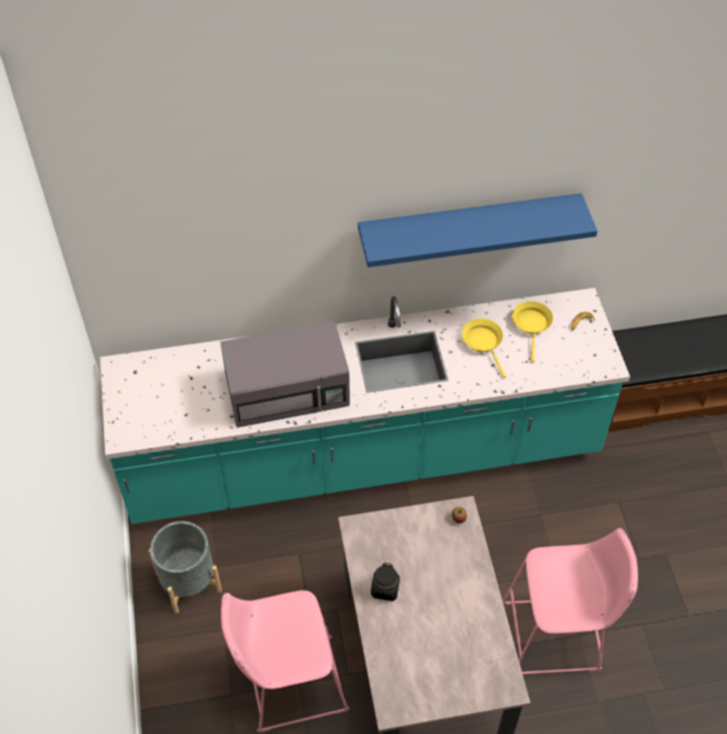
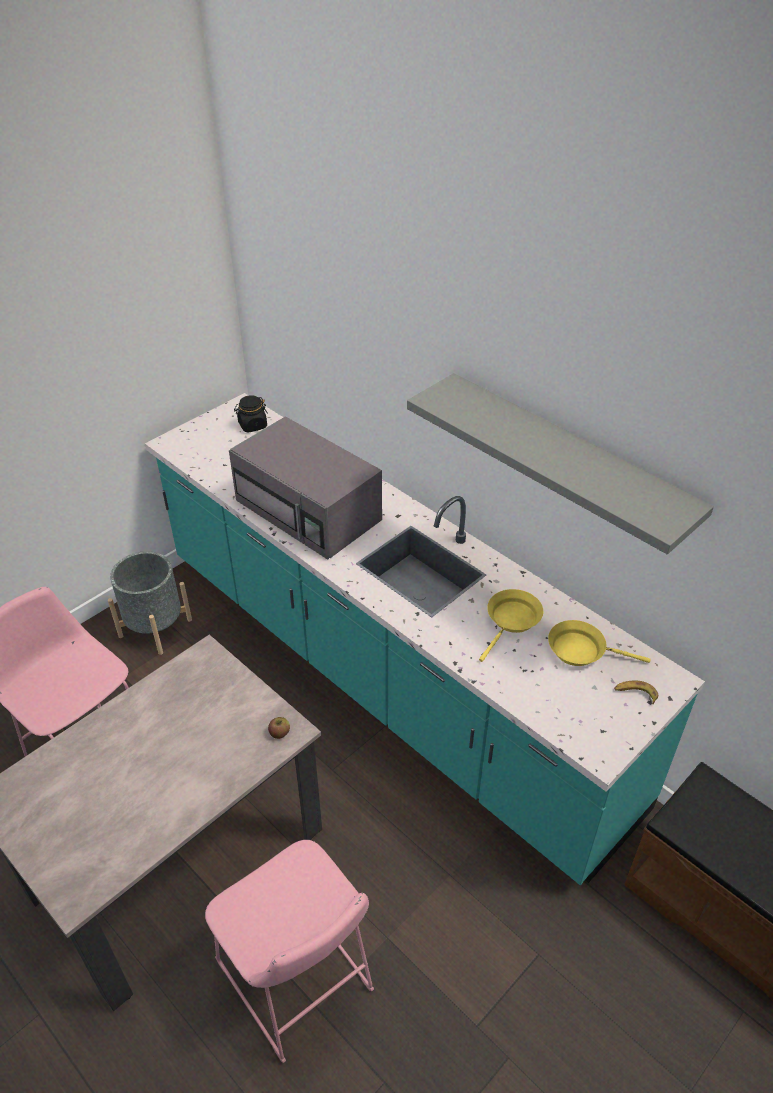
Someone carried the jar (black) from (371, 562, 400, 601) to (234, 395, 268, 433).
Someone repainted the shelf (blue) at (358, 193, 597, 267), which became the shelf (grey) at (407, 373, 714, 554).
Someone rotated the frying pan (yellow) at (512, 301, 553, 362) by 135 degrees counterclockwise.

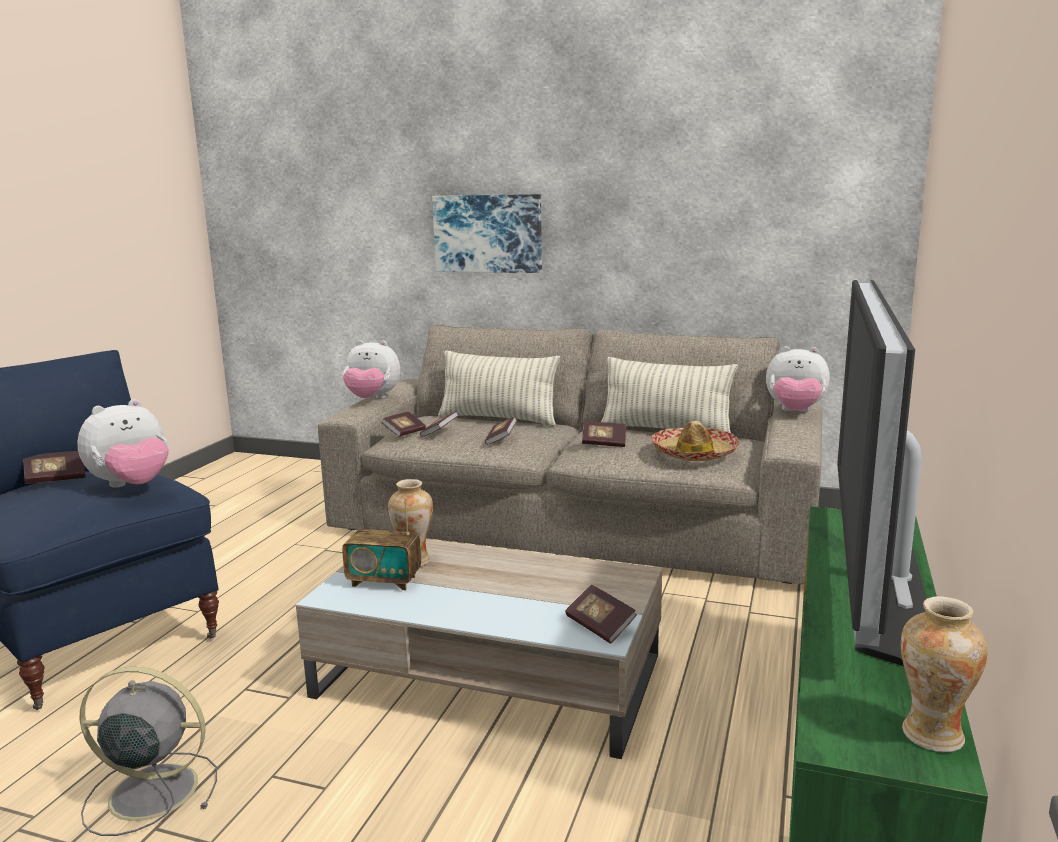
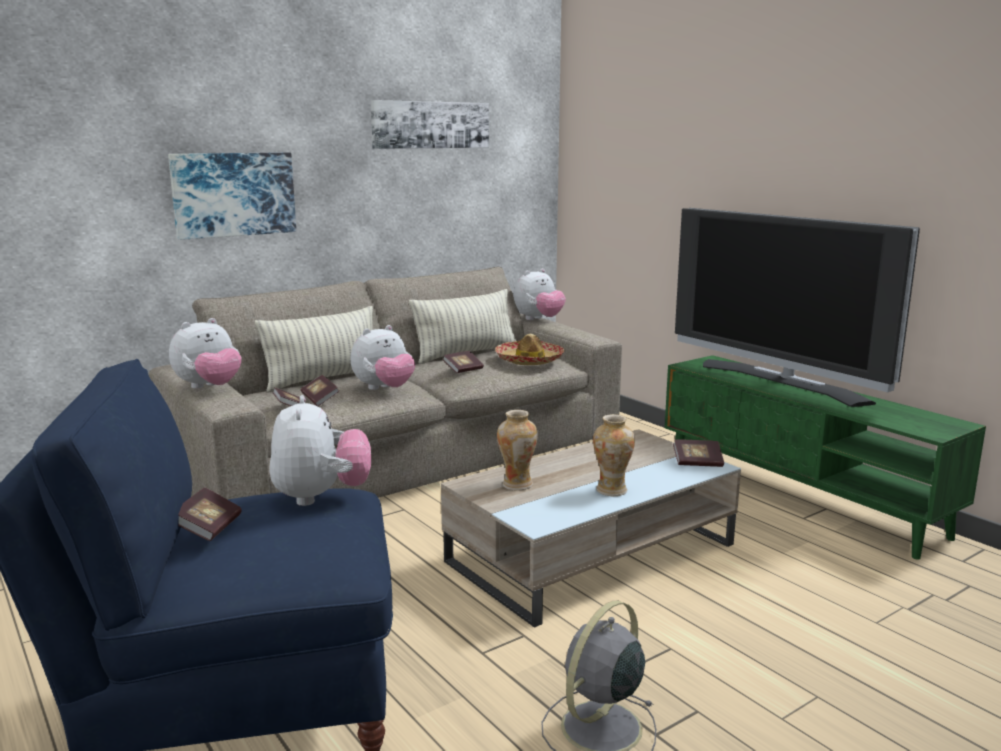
Someone took away the radio at (342, 497, 421, 590).
Someone put up the picture at (370, 100, 489, 149).
Someone carried the vase from (901, 596, 988, 752) to (593, 414, 635, 496).
Someone swapped the book at (485, 416, 517, 445) for the plush toy at (351, 325, 415, 390).

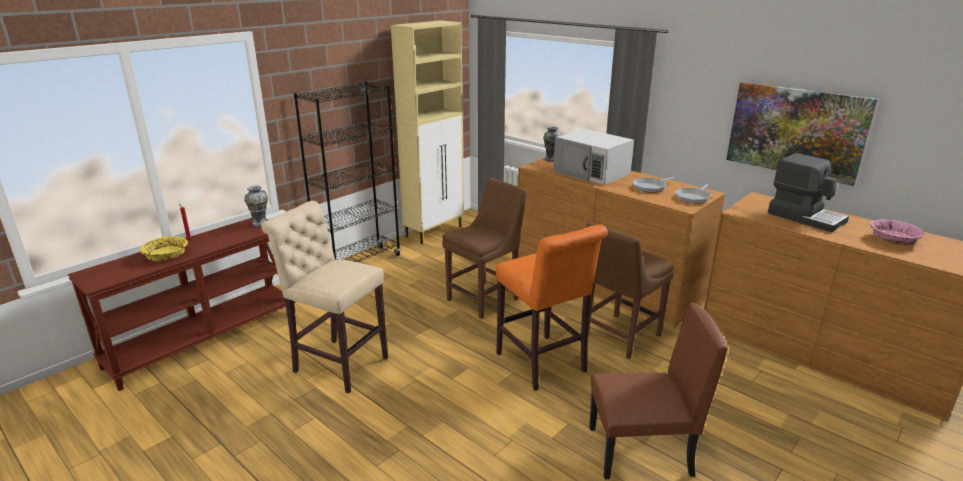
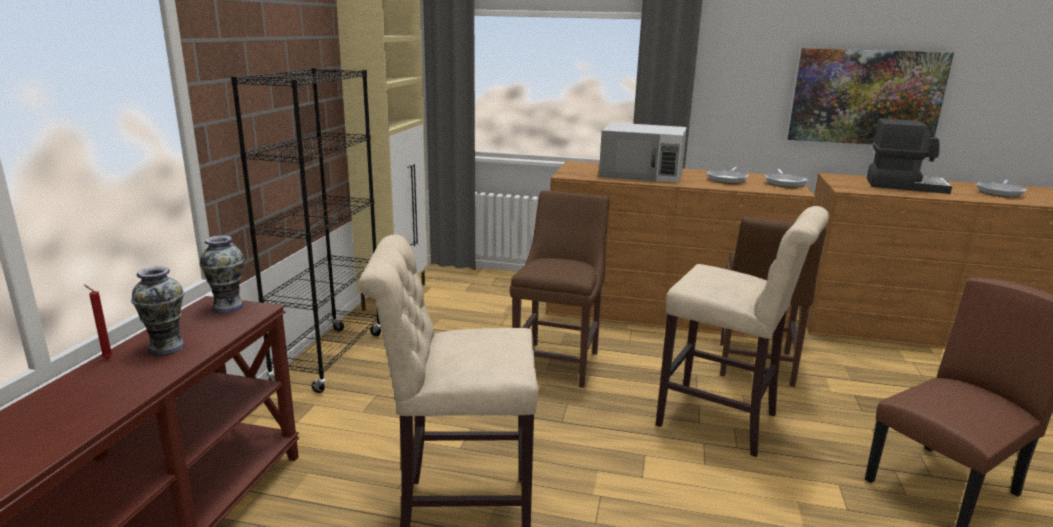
Someone took away the bowl (yellow) at (140, 236, 188, 261).
Someone carried the vase from (543, 126, 561, 162) to (131, 266, 185, 356).
Someone swapped the bowl (pink) at (870, 220, 923, 245) for the frying pan at (977, 180, 1027, 197).
Someone repainted the stool (orange) at (496, 225, 608, 391), which became the stool (beige) at (656, 206, 829, 457).

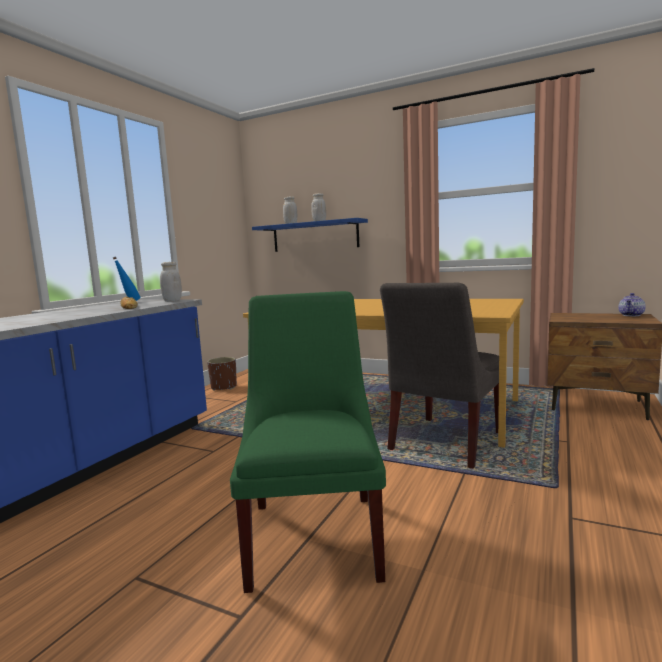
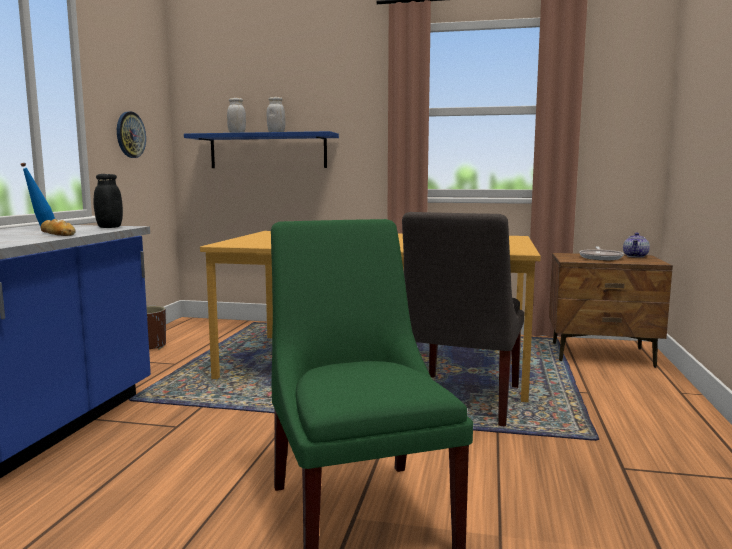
Someone put up the wall clock at (117, 111, 146, 158).
Someone put down the frying pan at (580, 246, 624, 260).
Someone repainted the jar (white) at (160, 262, 182, 302), which became the jar (black) at (94, 174, 123, 228).

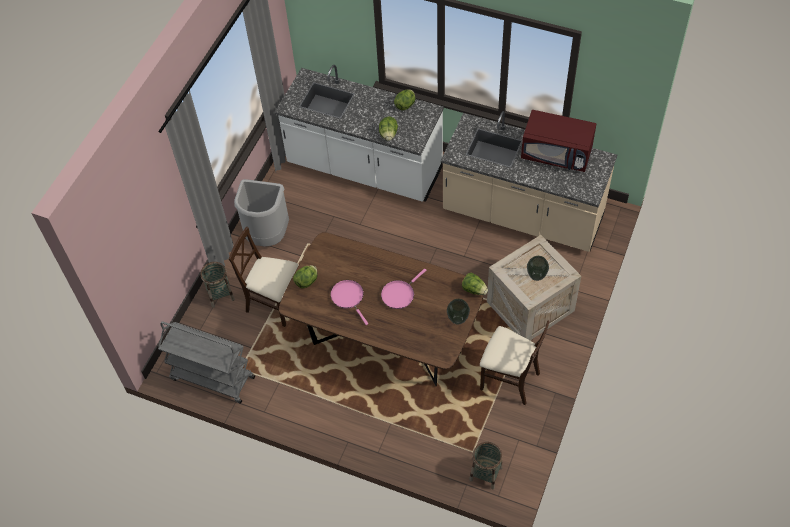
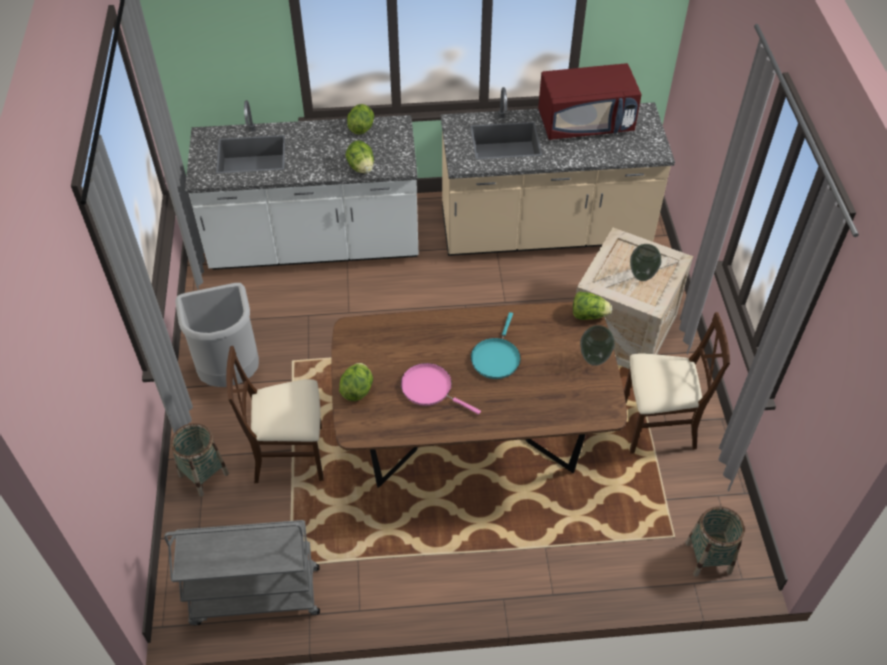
Someone repainted the frying pan (pink) at (381, 268, 427, 309), which became the frying pan (turquoise) at (471, 312, 521, 379).

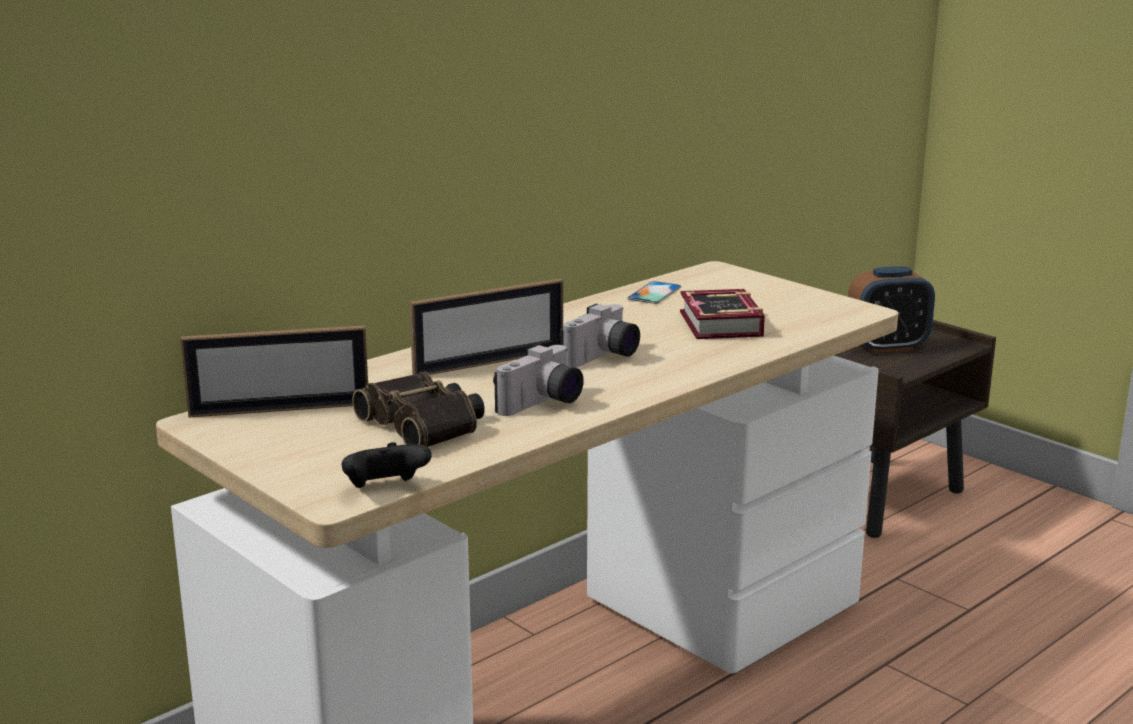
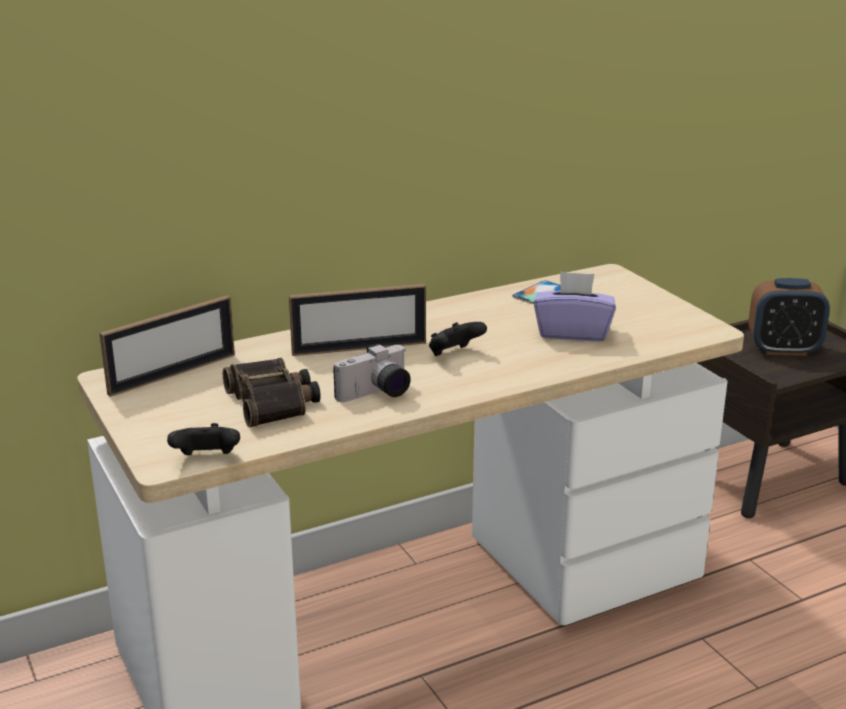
Someone swapped the photo camera at (559, 304, 640, 368) for the game controller (black) at (429, 322, 487, 356).
Someone swapped the book at (680, 289, 765, 339) for the tissue box (purple) at (534, 271, 616, 341).
Someone rotated the picture frame at (180, 325, 368, 418) by 45 degrees counterclockwise.

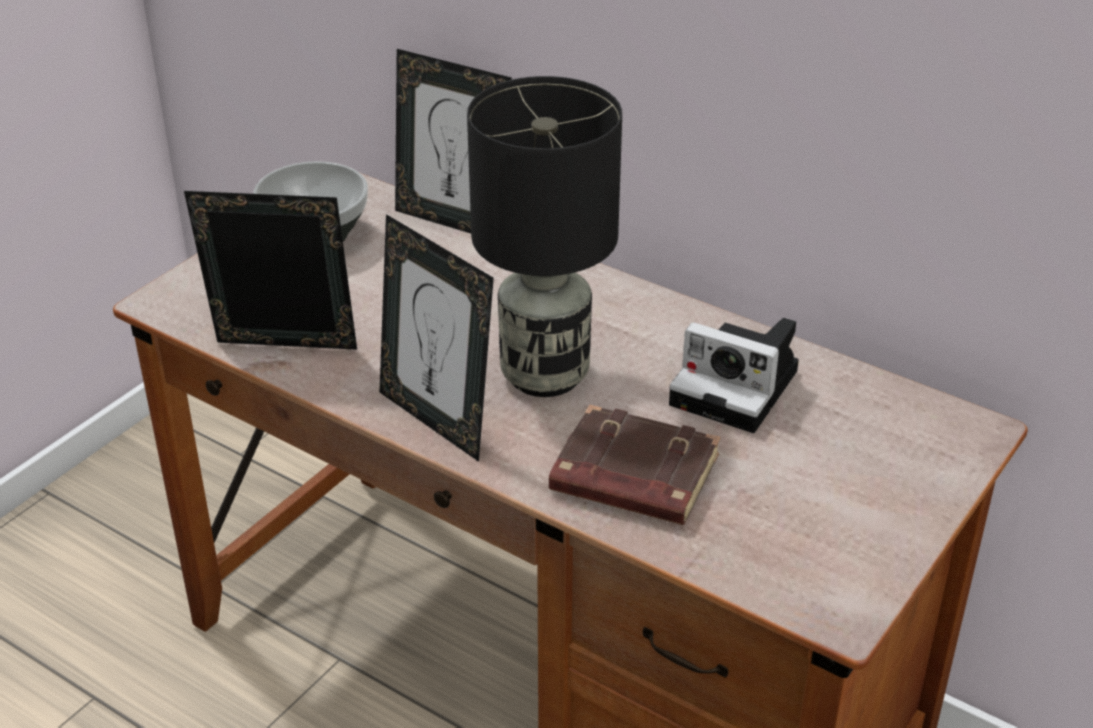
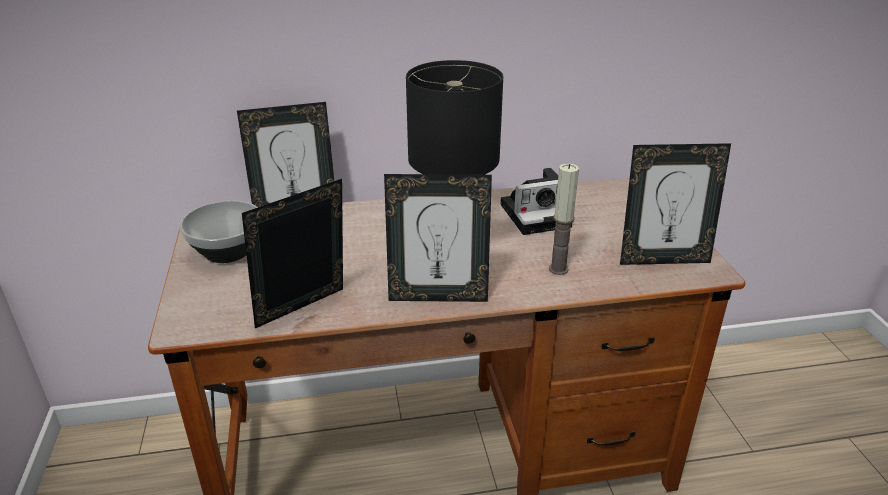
Someone put down the picture frame at (620, 143, 731, 265).
Someone swapped the book (brown) at (549, 405, 720, 525) for the candle at (549, 163, 579, 275).

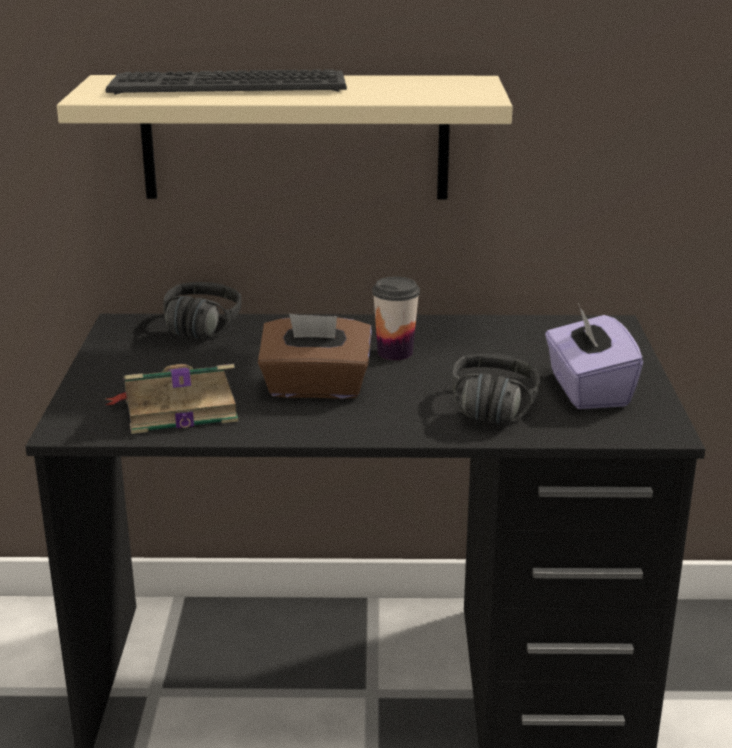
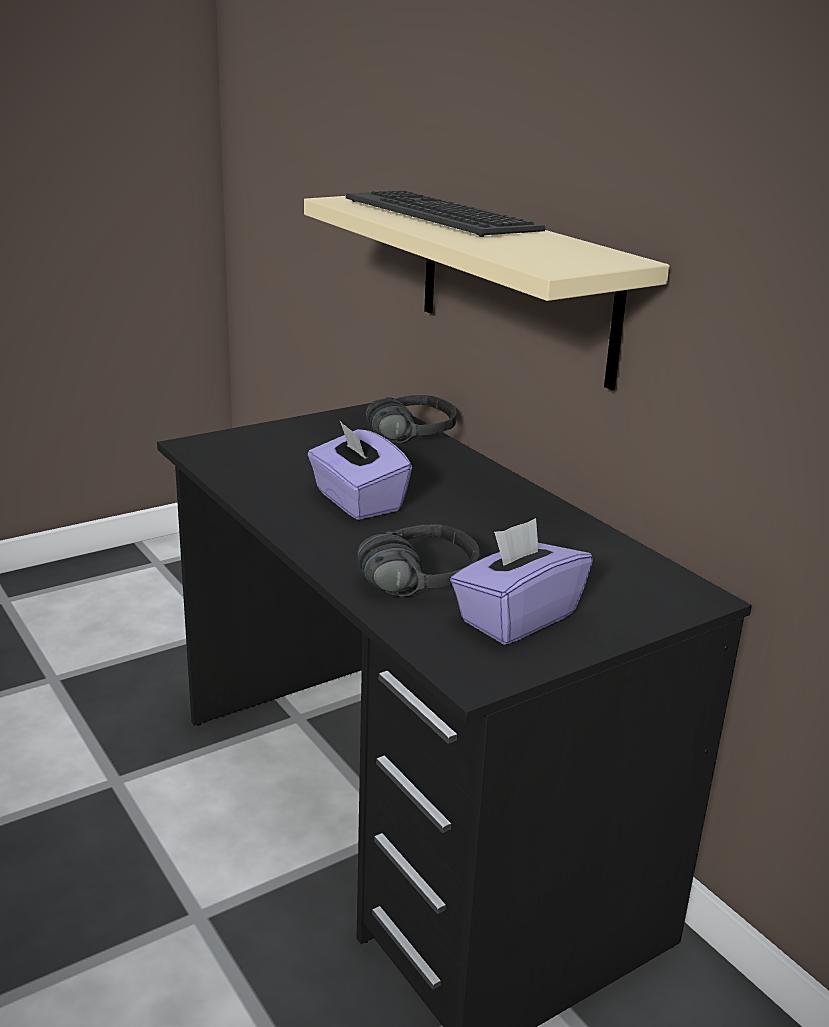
Someone took away the book at (105, 364, 238, 434).
Someone took away the cup at (372, 277, 420, 360).
Someone repainted the tissue box (brown) at (258, 313, 372, 399), which became the tissue box (purple) at (308, 420, 412, 520).

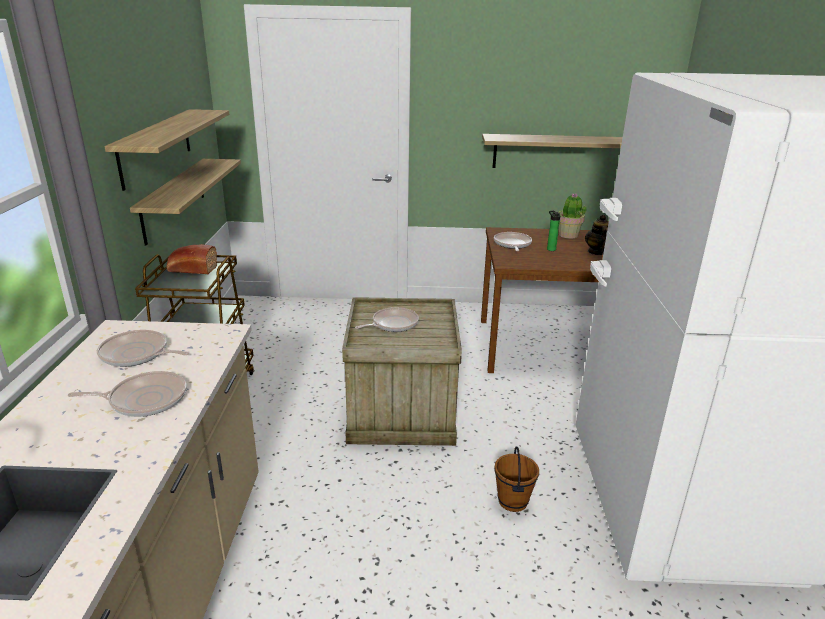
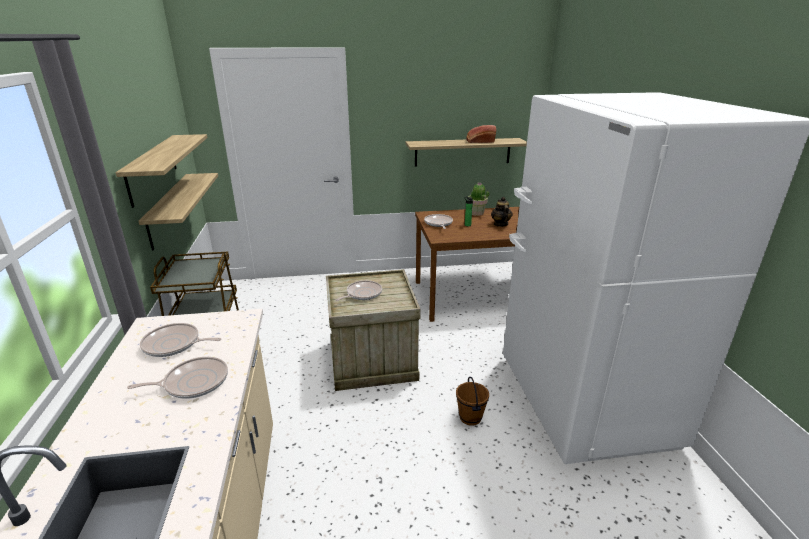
Someone carried the bread from (166, 244, 217, 274) to (466, 125, 496, 143).

